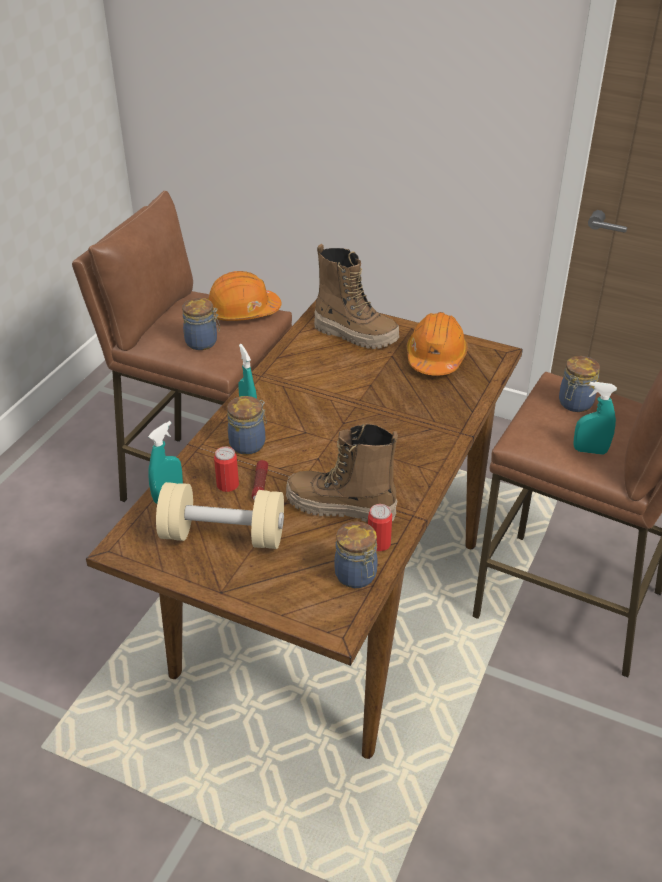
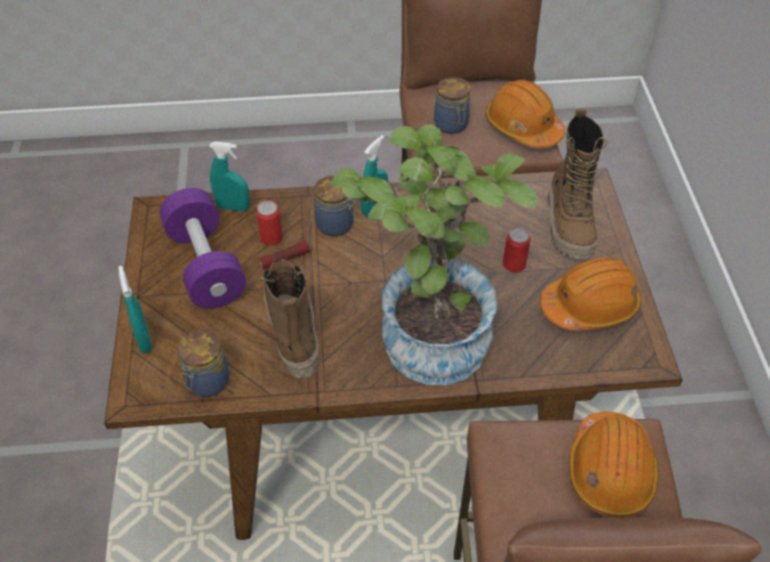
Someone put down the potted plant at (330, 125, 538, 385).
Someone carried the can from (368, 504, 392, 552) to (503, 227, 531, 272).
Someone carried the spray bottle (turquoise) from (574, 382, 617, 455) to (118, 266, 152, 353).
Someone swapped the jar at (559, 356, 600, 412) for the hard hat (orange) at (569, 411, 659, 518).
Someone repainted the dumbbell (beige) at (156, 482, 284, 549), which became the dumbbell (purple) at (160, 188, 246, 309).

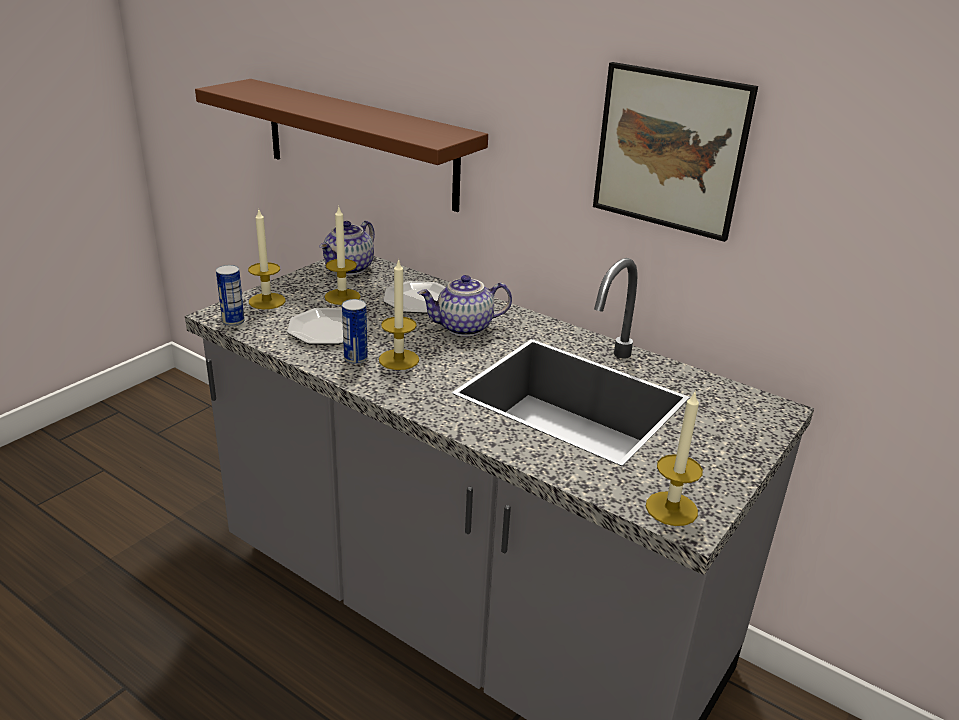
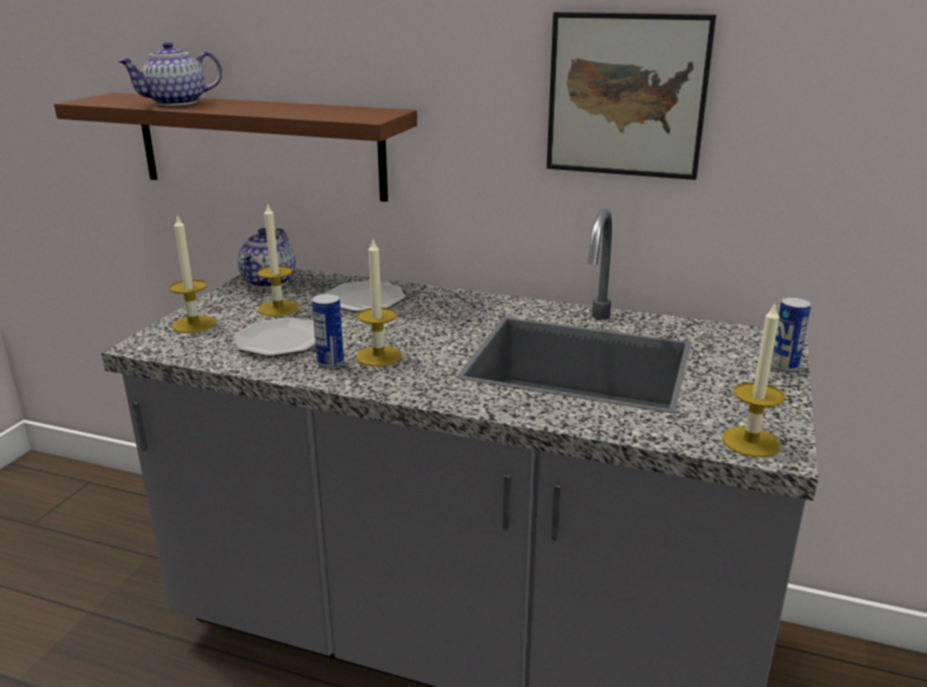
Someone carried the can from (216, 265, 245, 326) to (771, 297, 811, 373).
Someone carried the teapot from (418, 275, 512, 337) to (118, 42, 222, 106).

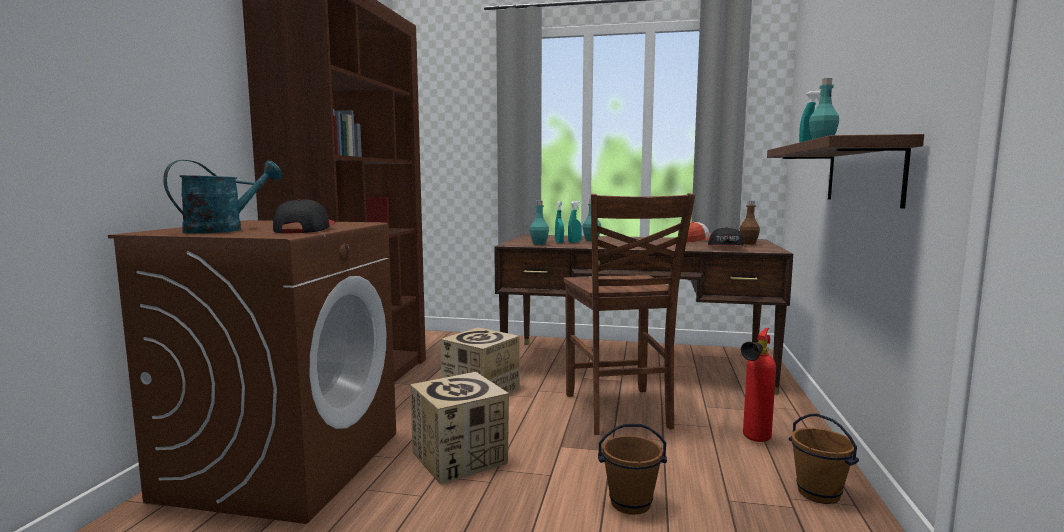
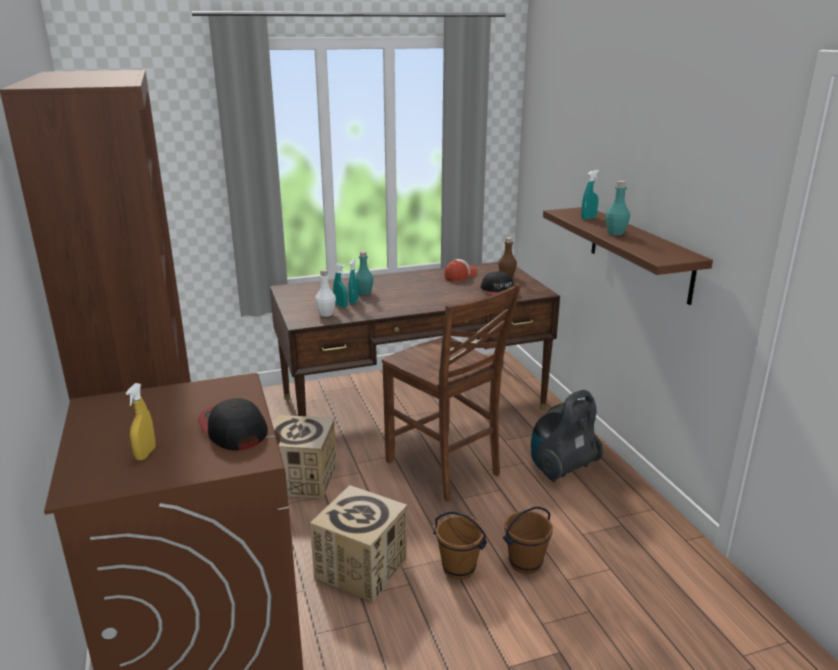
Someone carried the bucket (brown) from (789, 414, 859, 504) to (433, 512, 487, 580).
Someone swapped the watering can (turquoise) at (163, 160, 282, 233) for the spray bottle (yellow) at (126, 383, 156, 460).
Someone swapped the fire extinguisher at (741, 328, 776, 442) for the vacuum cleaner at (531, 390, 603, 482).
Someone repainted the bottle (turquoise) at (530, 201, 549, 245), which became the bottle (white) at (315, 269, 336, 317).

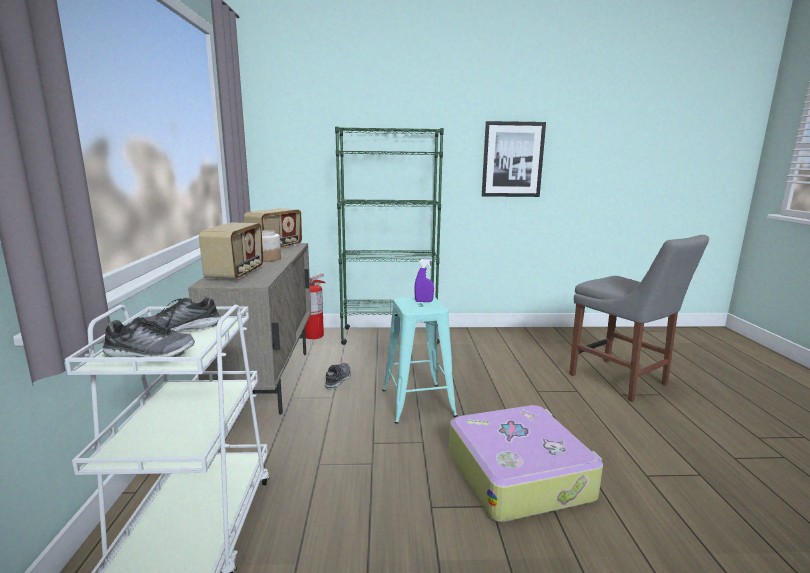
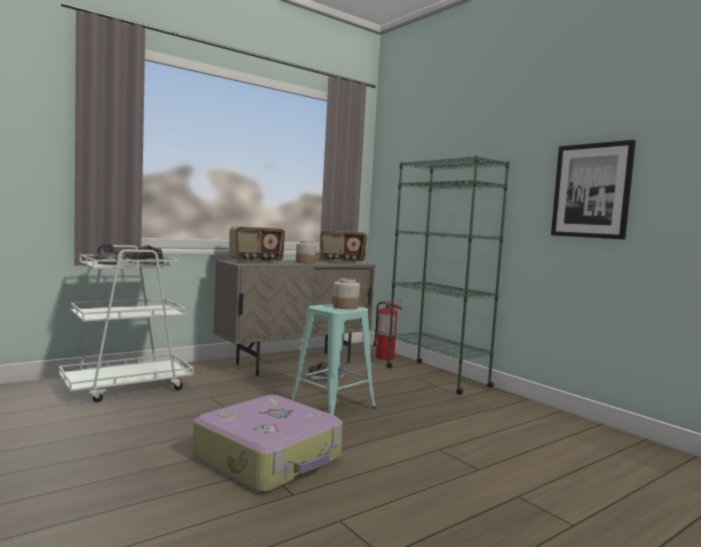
Someone took away the chair (grey) at (569, 235, 709, 402).
Someone swapped the spray bottle (purple) at (415, 259, 434, 302) for the jar at (333, 278, 360, 309).

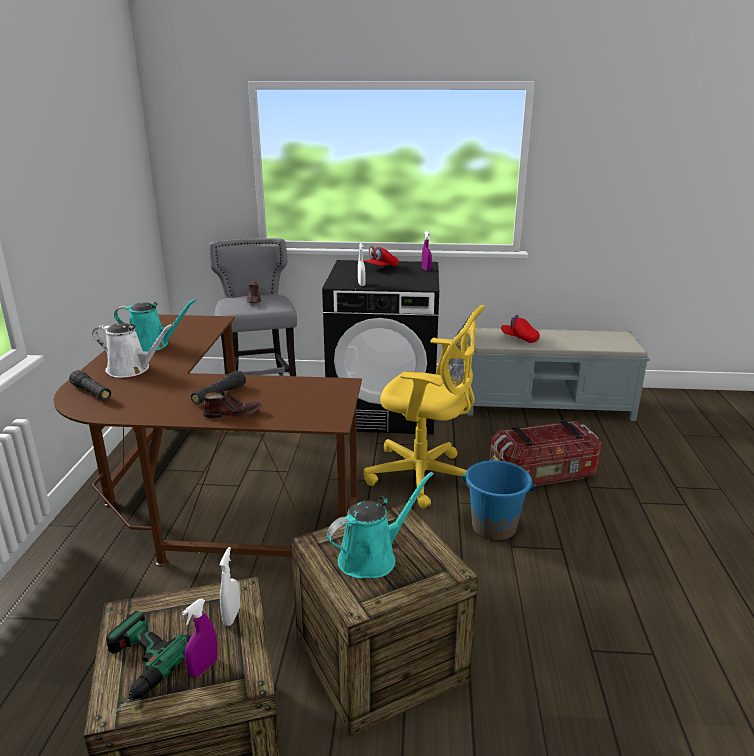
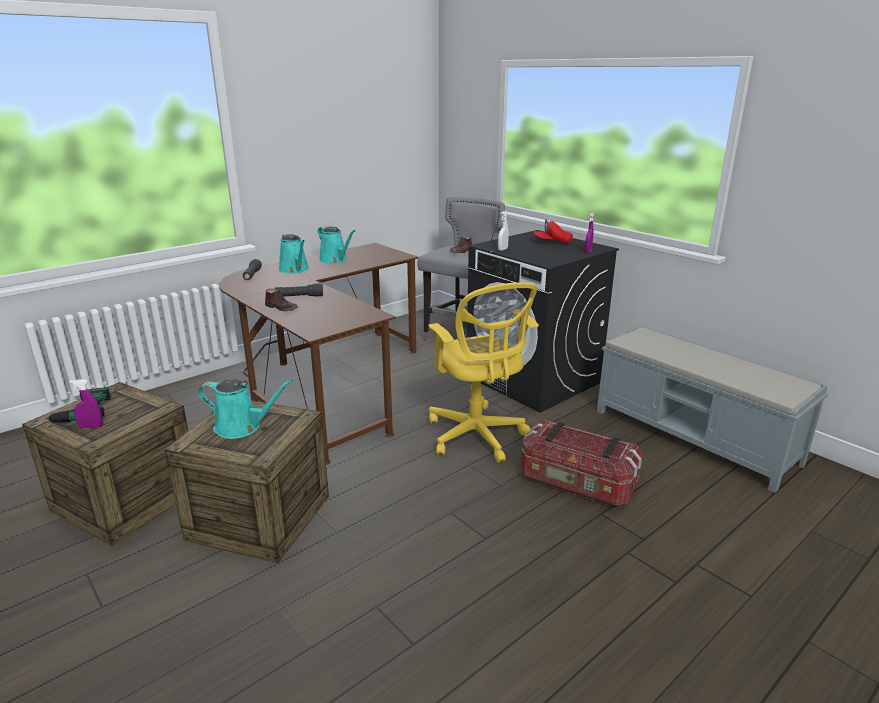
Someone took away the spray bottle (white) at (219, 547, 240, 626).
Someone took away the bucket (blue) at (462, 460, 535, 540).
Someone took away the cap (red) at (501, 315, 540, 343).
Someone repainted the watering can (white) at (93, 323, 174, 378), which became the watering can (turquoise) at (279, 234, 309, 273).

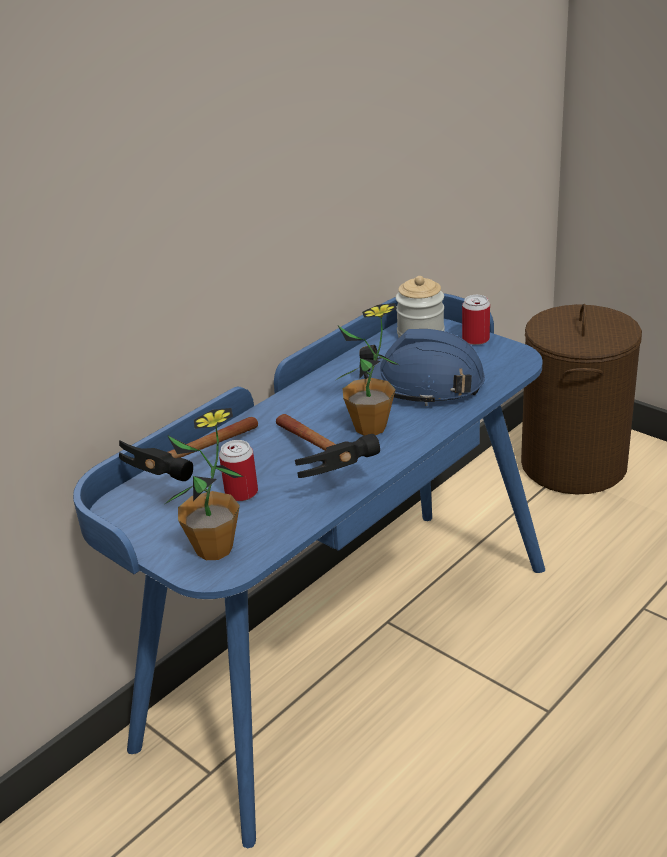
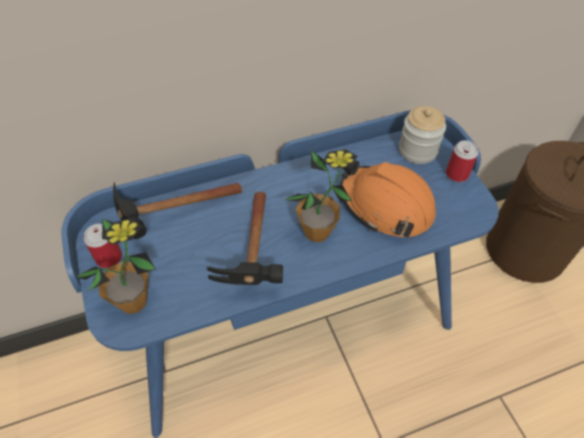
Someone carried the can from (219, 440, 258, 501) to (84, 224, 122, 268).
Someone repainted the hard hat (blue) at (359, 329, 485, 406), which became the hard hat (orange) at (340, 160, 436, 237).

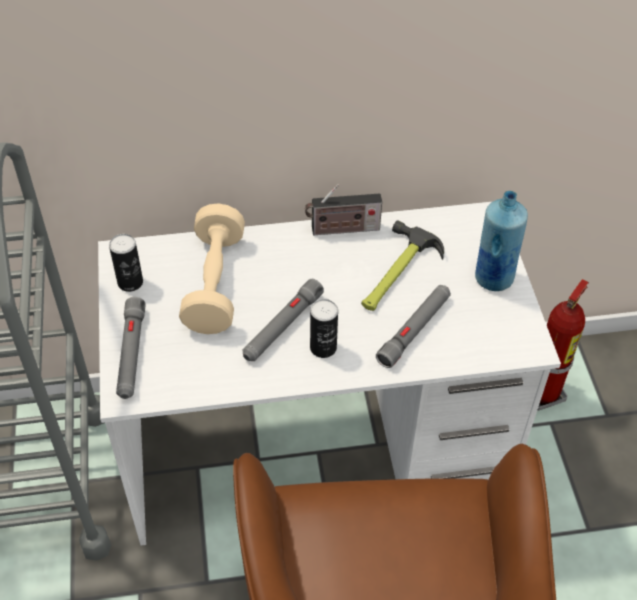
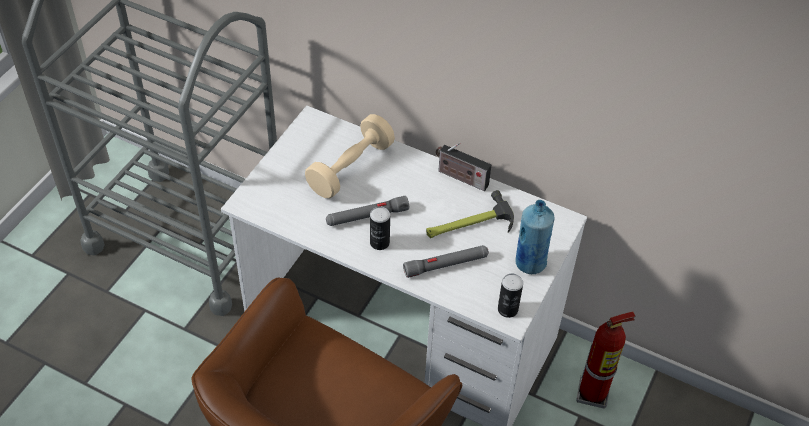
Someone took away the flashlight (grey) at (116, 297, 146, 399).
Someone carried the can from (109, 234, 143, 292) to (498, 273, 523, 318).

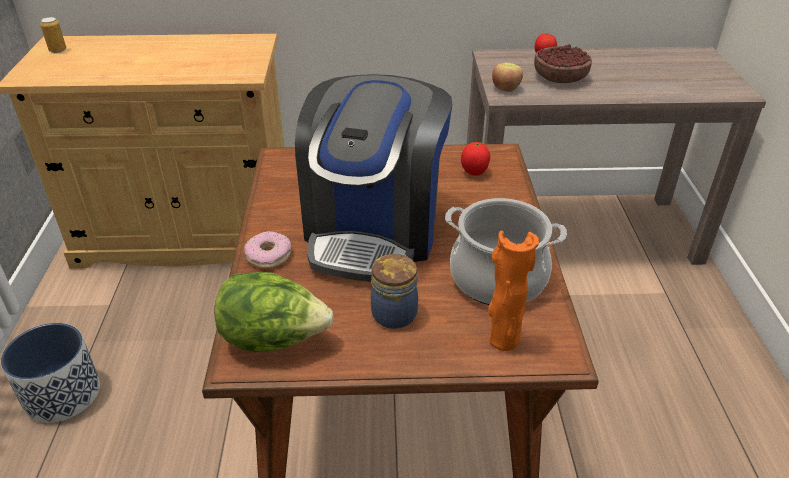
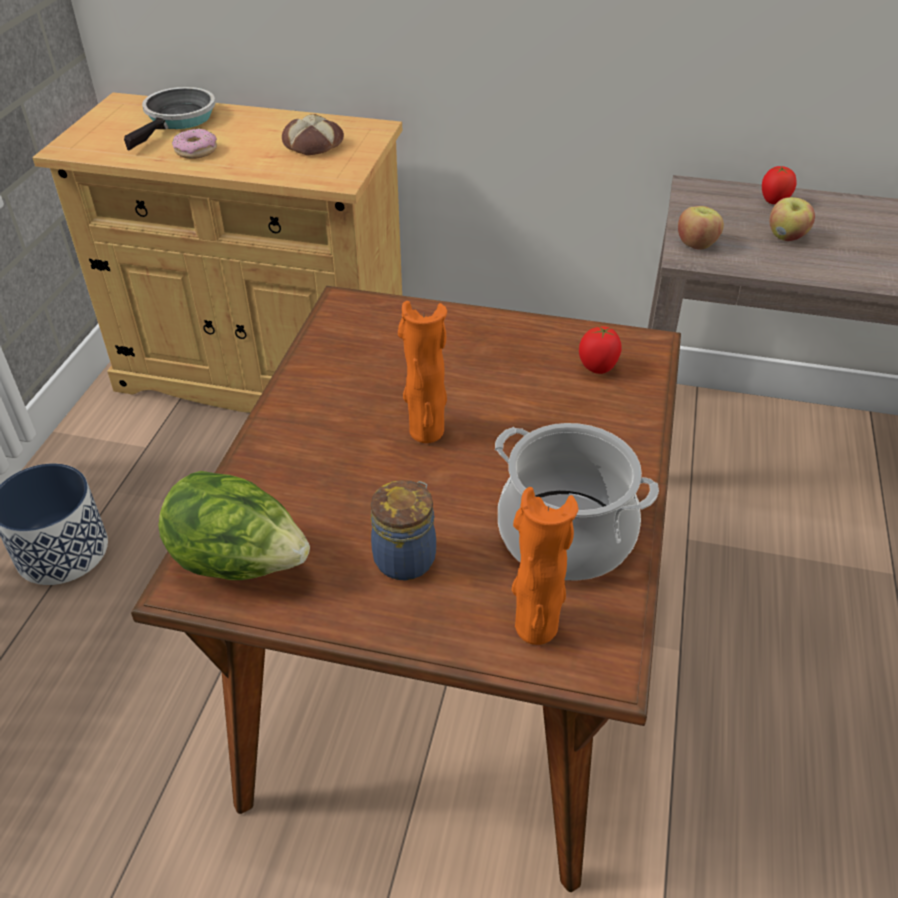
Someone took away the can at (40, 17, 66, 53).
Someone put down the frying pan at (124, 87, 216, 150).
Someone put down the bread at (282, 114, 344, 155).
Someone carried the donut from (244, 231, 291, 269) to (172, 129, 217, 159).
Someone swapped the coffee machine at (295, 74, 452, 282) for the vase (orange) at (398, 301, 447, 443).
Someone swapped the bowl at (534, 44, 592, 83) for the apple at (769, 197, 815, 241).

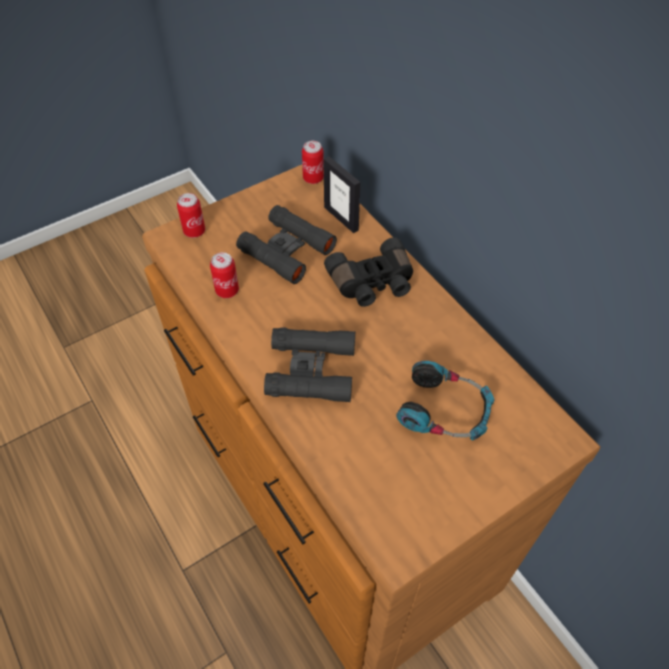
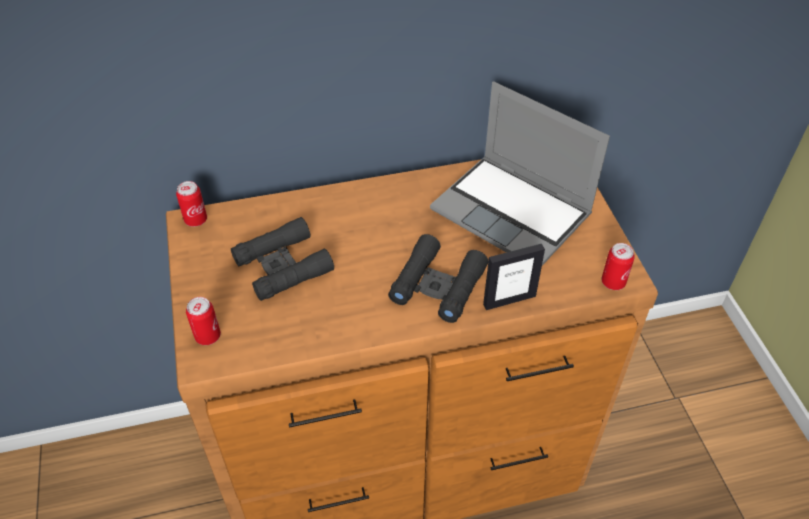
Someone took away the binoculars (black) at (324, 237, 413, 307).
Someone carried the can from (210, 252, 239, 298) to (601, 243, 635, 290).
Someone carried the picture frame from (323, 156, 360, 233) to (483, 244, 545, 310).
Someone swapped the headphones at (396, 361, 495, 441) for the laptop at (430, 81, 610, 266).

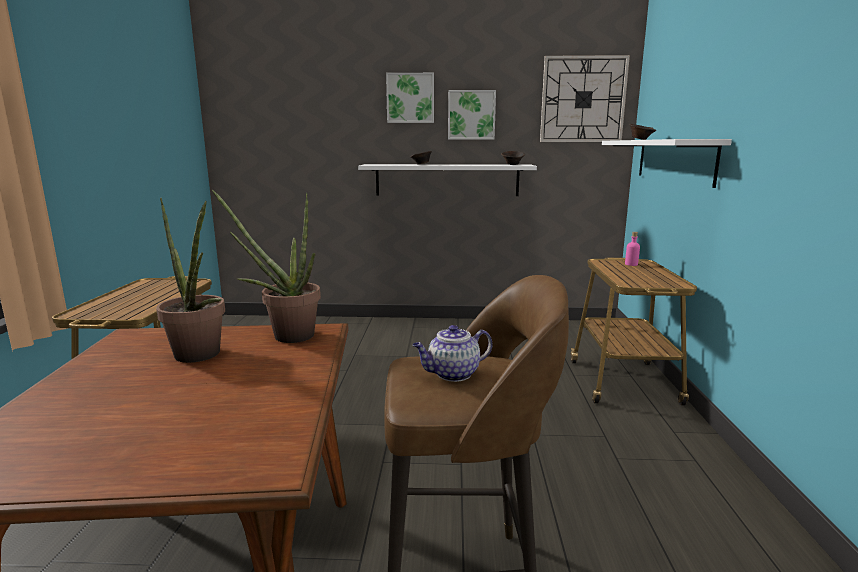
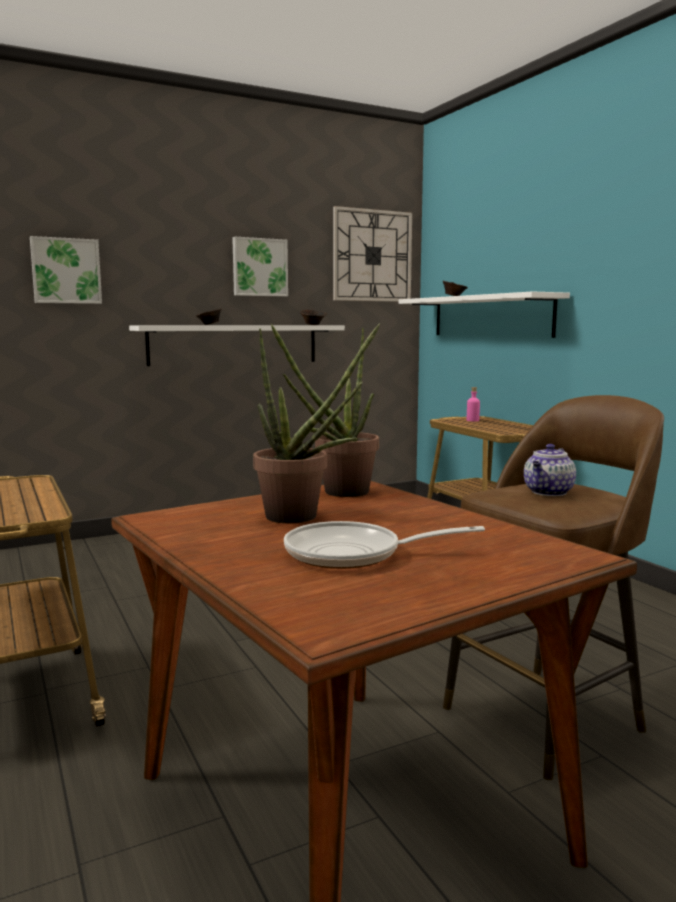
Someone put down the frying pan at (284, 521, 485, 569).
Someone carried the picture from (386, 73, 434, 123) to (30, 236, 102, 304).

